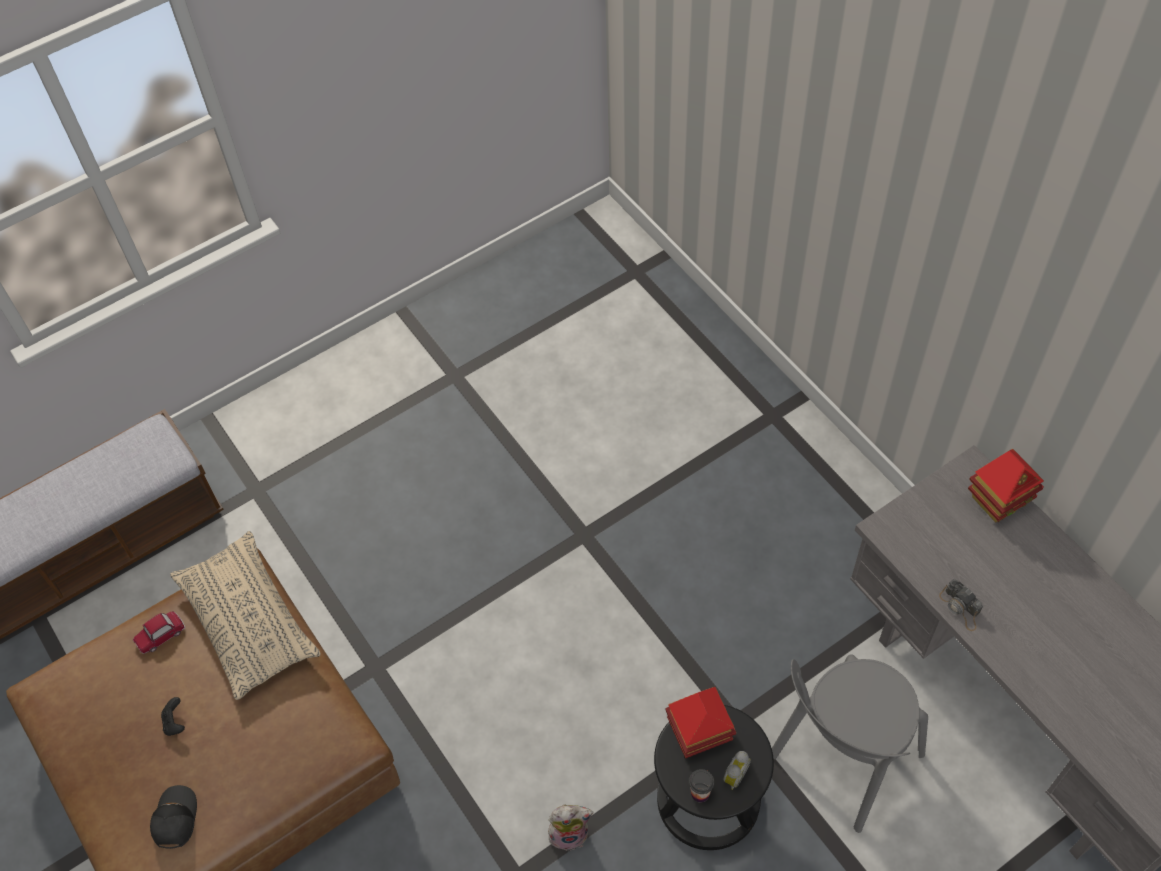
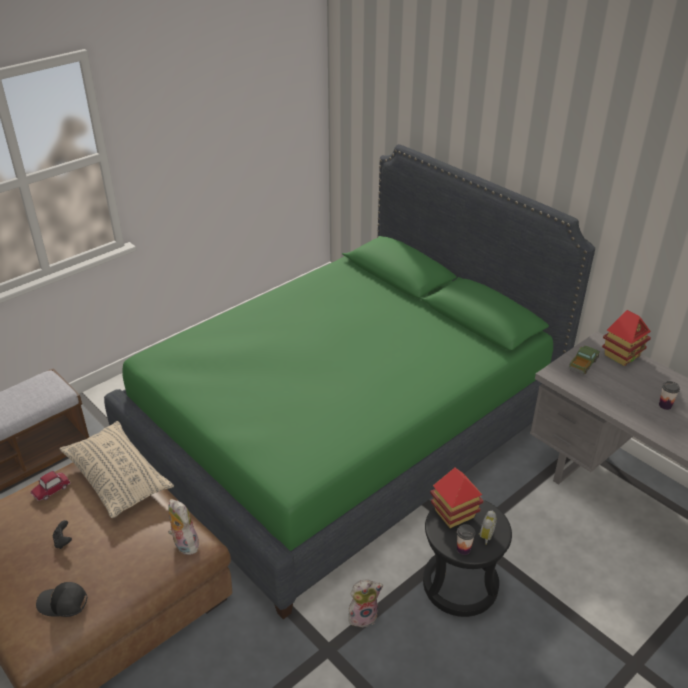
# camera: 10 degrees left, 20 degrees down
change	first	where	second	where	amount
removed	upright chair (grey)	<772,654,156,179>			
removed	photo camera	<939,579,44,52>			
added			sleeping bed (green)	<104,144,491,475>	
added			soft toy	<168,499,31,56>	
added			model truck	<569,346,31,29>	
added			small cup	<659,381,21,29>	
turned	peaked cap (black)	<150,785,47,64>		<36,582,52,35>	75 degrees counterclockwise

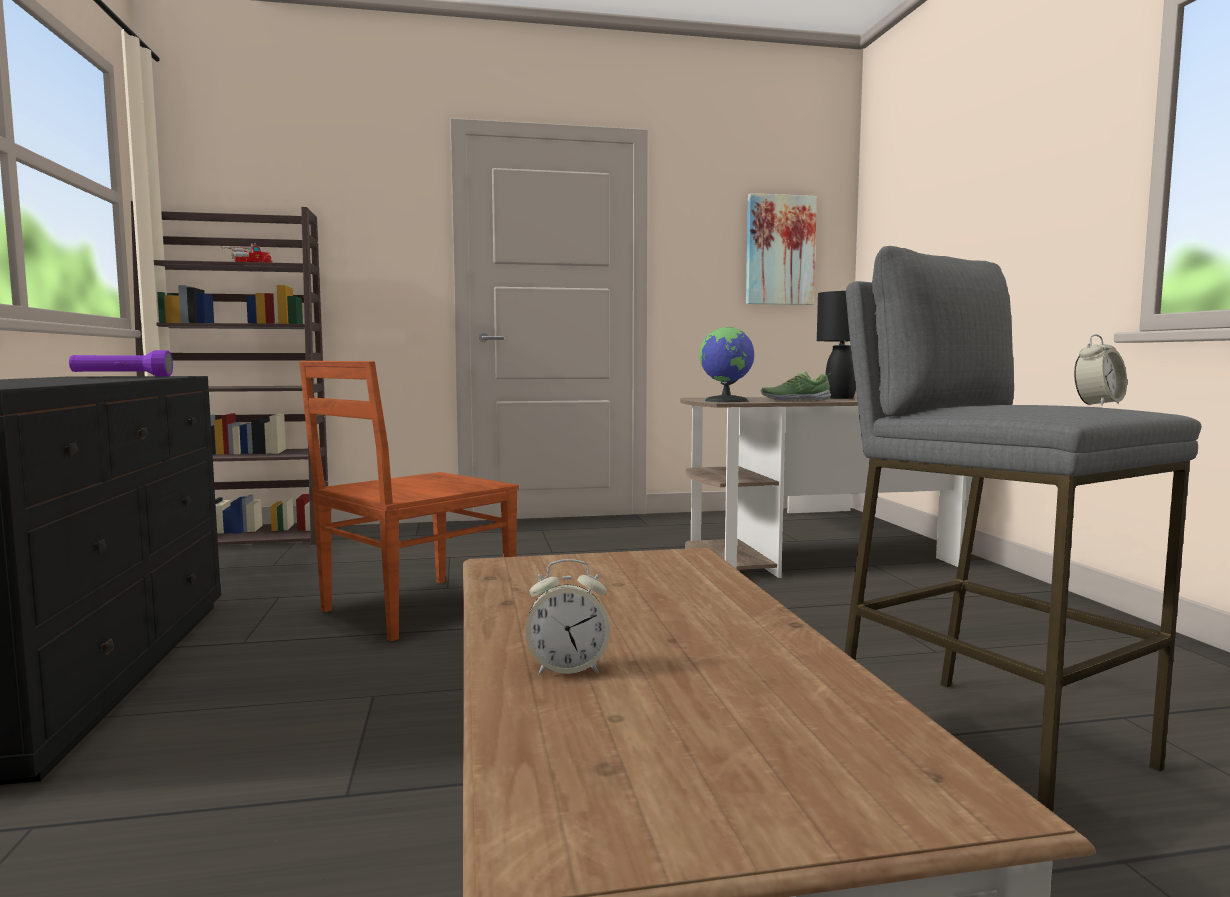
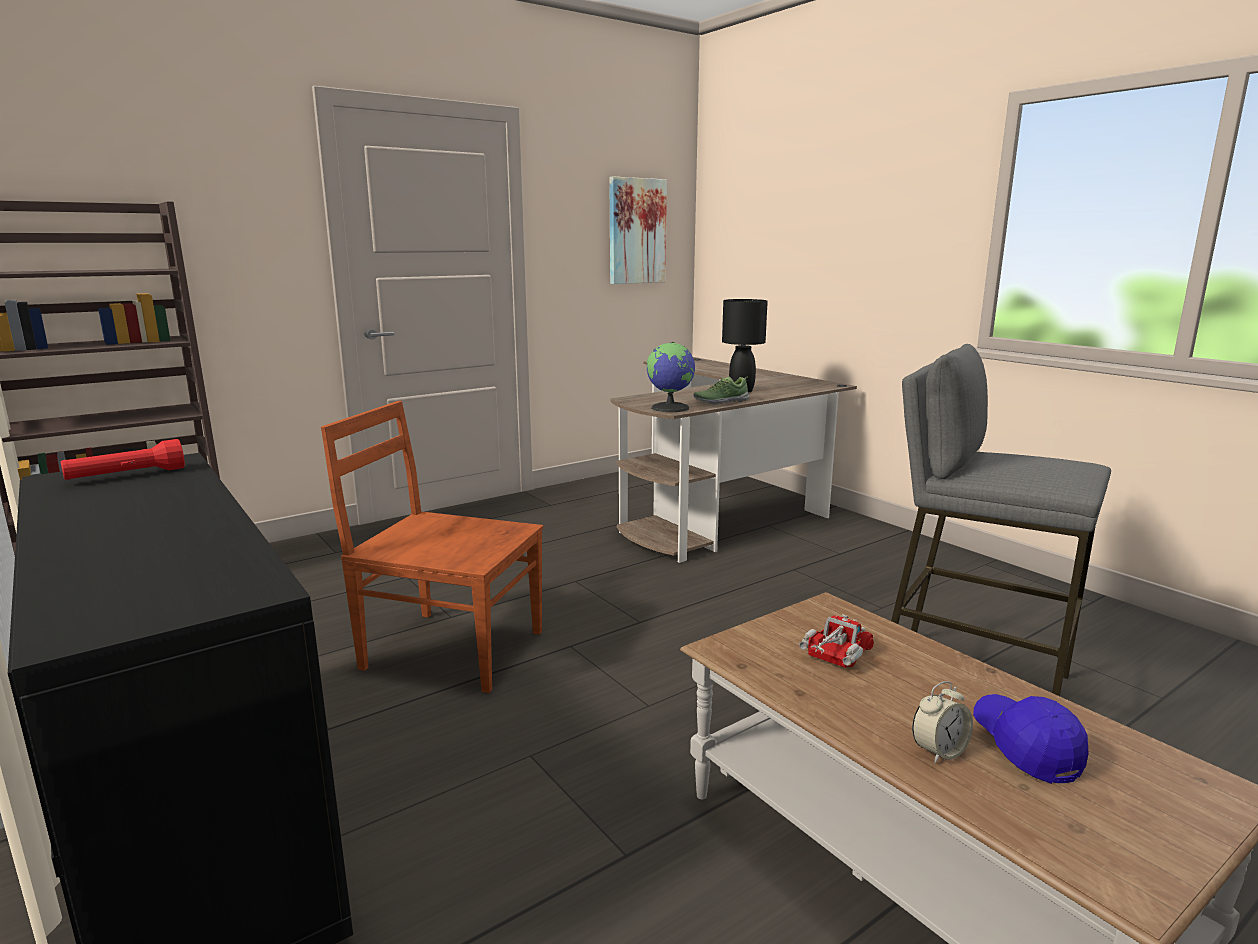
# camera: 25 degrees left, 10 degrees up
change	first	where	second	where	amount
removed	alarm clock	<1074,334,53,72>			
added			peaked cap (bluish)	<973,694,116,90>	
moved	model truck	<220,243,53,20>		<799,614,75,53>	
recoloured	flashlight (purple)	<69,350,104,27>	flashlight (red-coloured)	<60,439,125,41>	
turned	upright chair (brown)	<299,361,220,280>		<321,401,222,292>	90 degrees clockwise

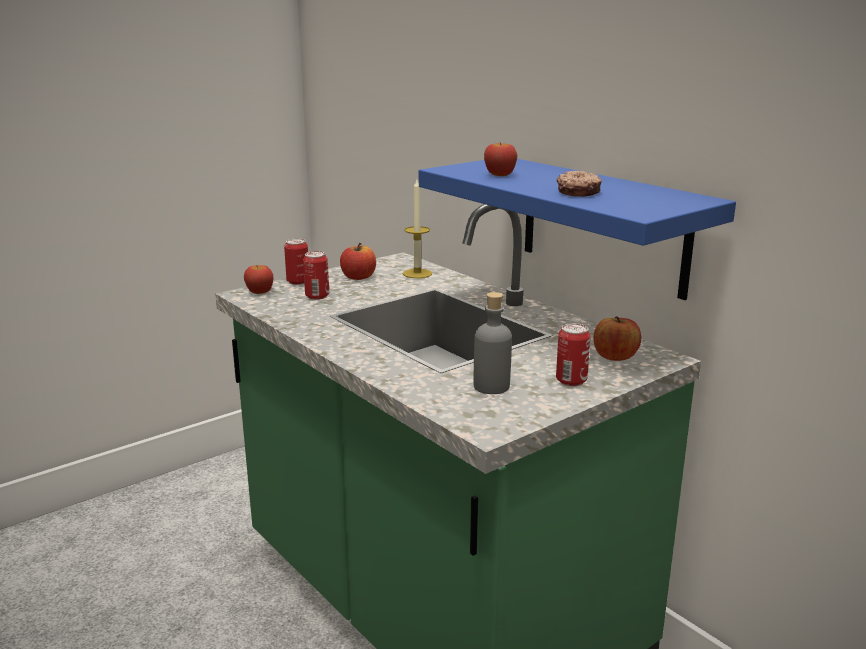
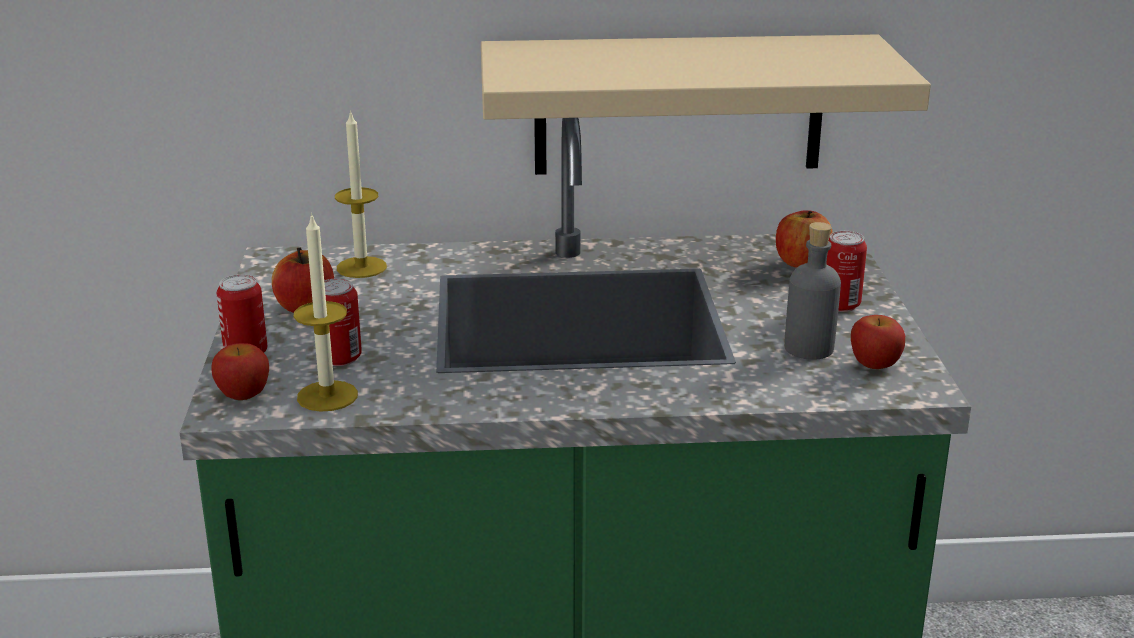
# camera: 55 degrees left, 5 degrees up
change	first	where	second	where	amount
removed	donut	<557,171,45,26>			
added			candle	<294,213,64,199>	
moved	whole apple	<484,143,33,33>		<851,315,54,54>	
recoloured	wall shelf (bluish)	<419,159,317,141>	wall shelf (sand-coloured)	<481,34,450,141>	

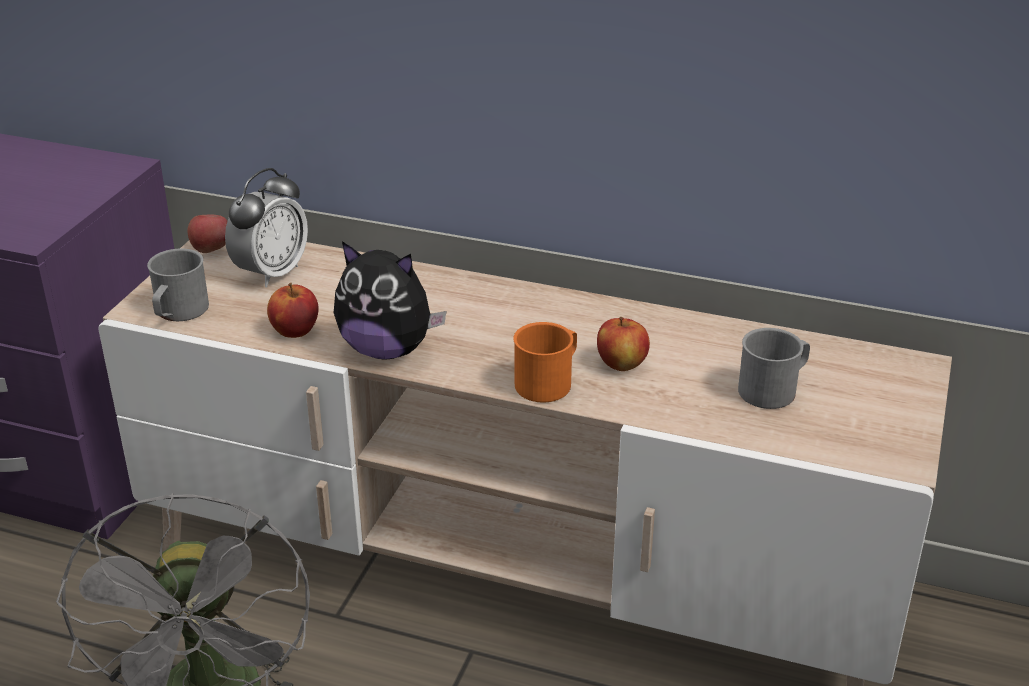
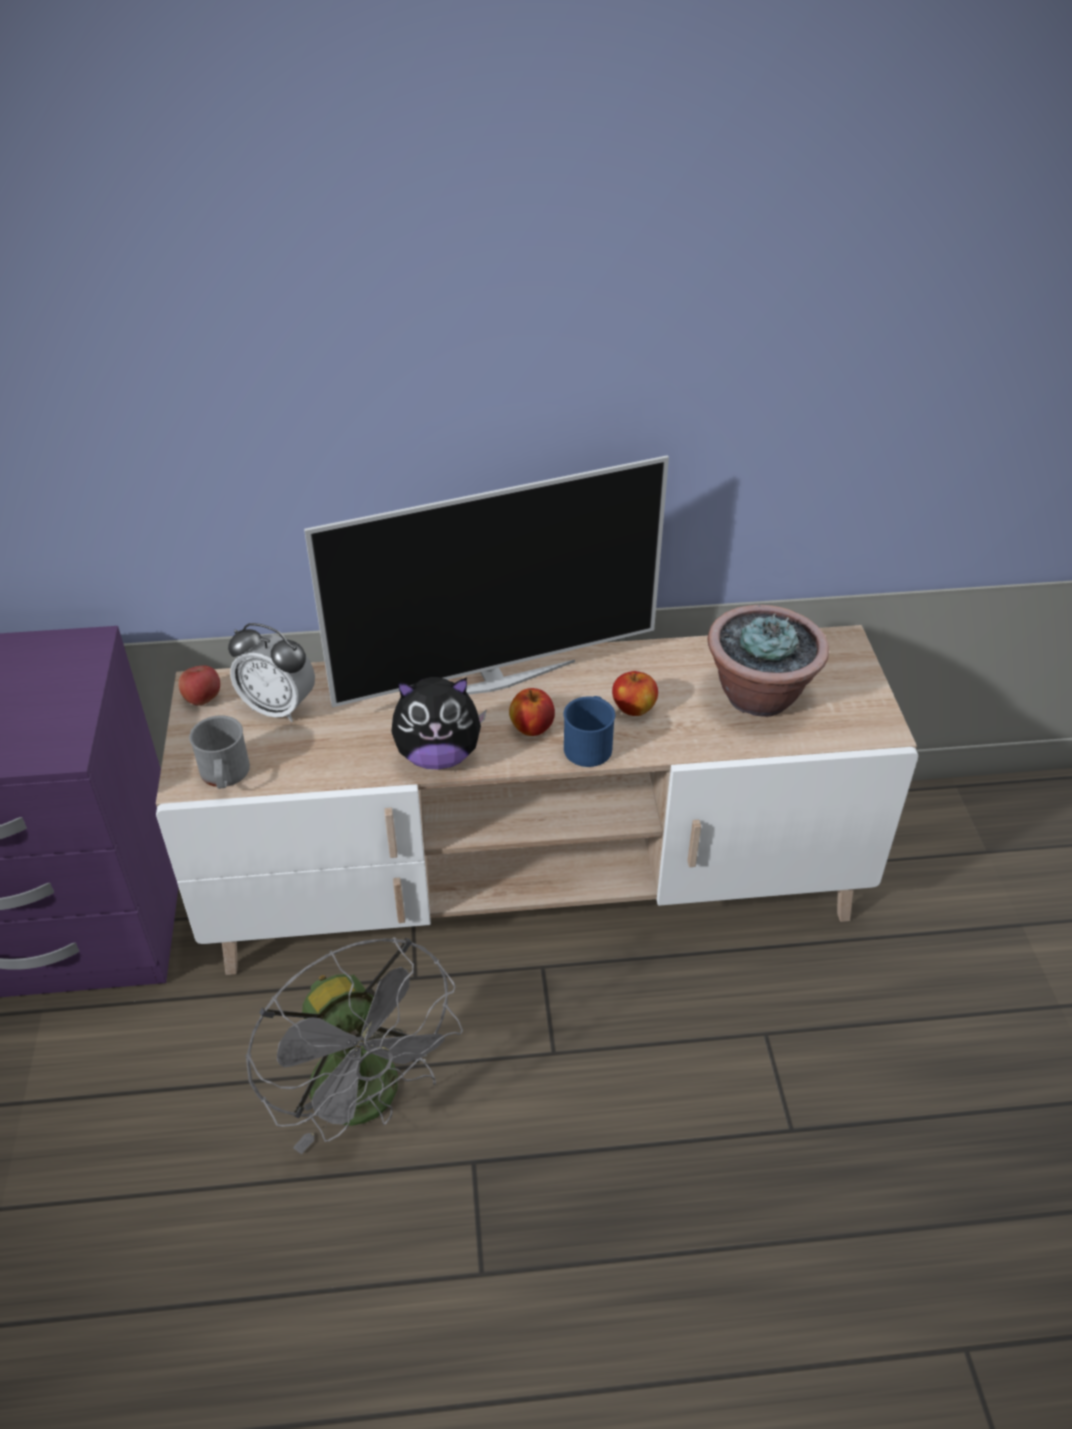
# camera: 25 degrees left, 10 degrees up
change	first	where	second	where	amount
added			television	<304,455,365,252>	
moved	whole apple	<267,283,51,55>		<509,688,46,48>	
replaced	tea mug (grey)	<738,328,72,81>	plant in a pot	<707,605,122,112>	
recoloured	tea mug (orange-coloured)	<513,322,64,80>	tea mug (bluish)	<563,696,52,71>	
turned	alarm clock	<225,168,83,119>		<228,623,87,99>	105 degrees clockwise

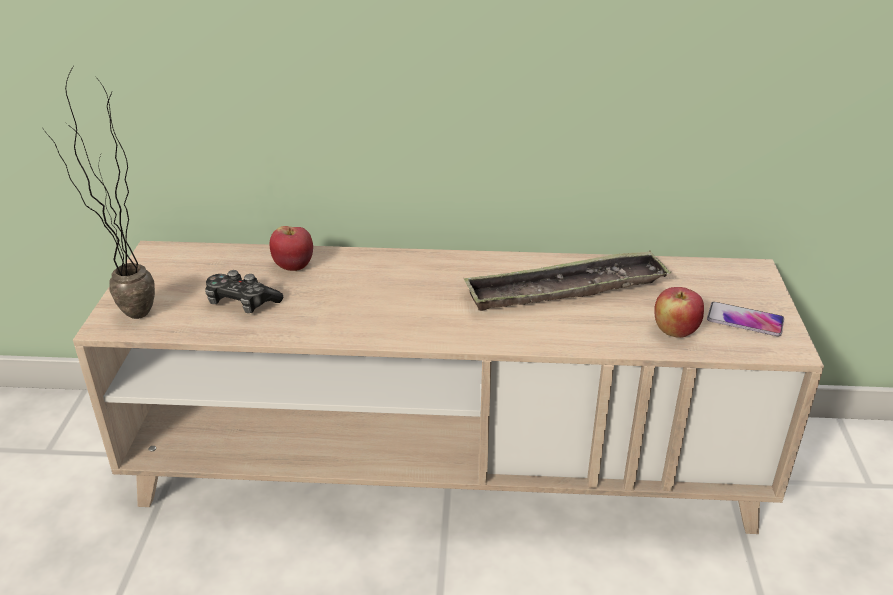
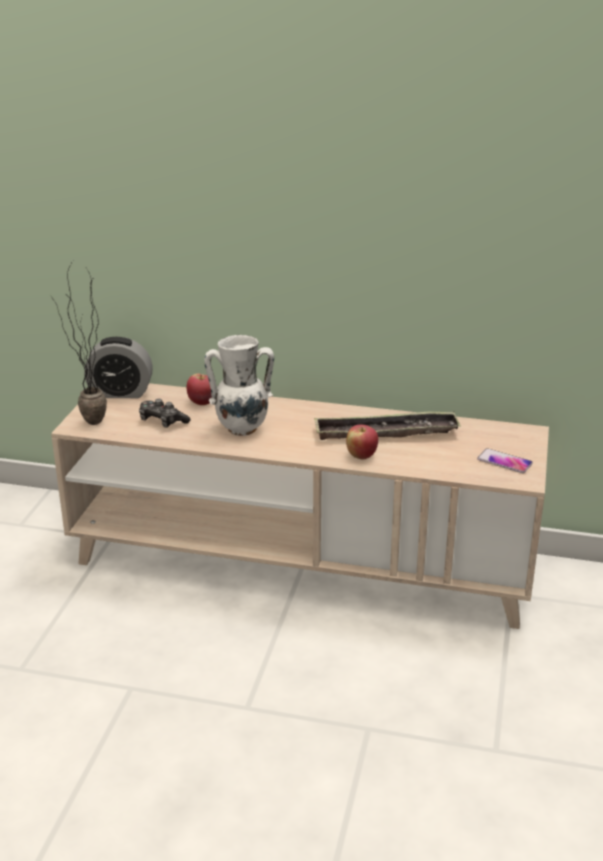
# camera: 10 degrees right, 5 degrees down
change	first	where	second	where	amount
added			alarm clock	<84,337,69,61>	
added			vase (white)	<204,335,70,101>	
moved	whole apple	<654,287,50,51>		<346,425,32,35>	

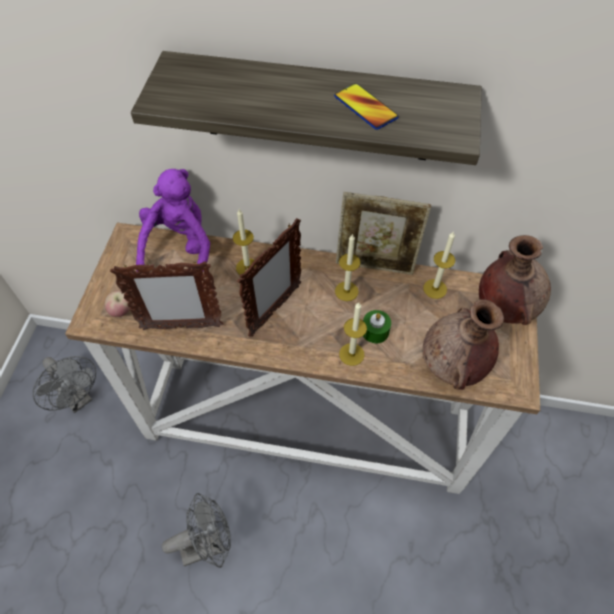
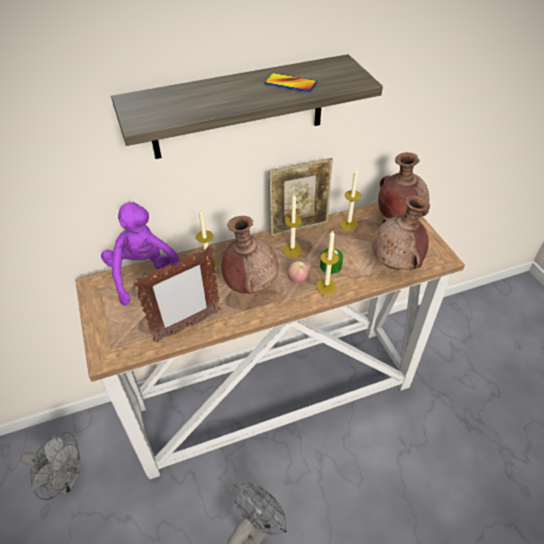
# camera: 30 degrees left, 10 degrees down
change	first	where	second	where	amount
moved	whole apple	<105,291,25,26>		<288,261,21,22>	
replaced	picture frame	<237,218,64,119>	vase (brown)	<221,216,58,78>	

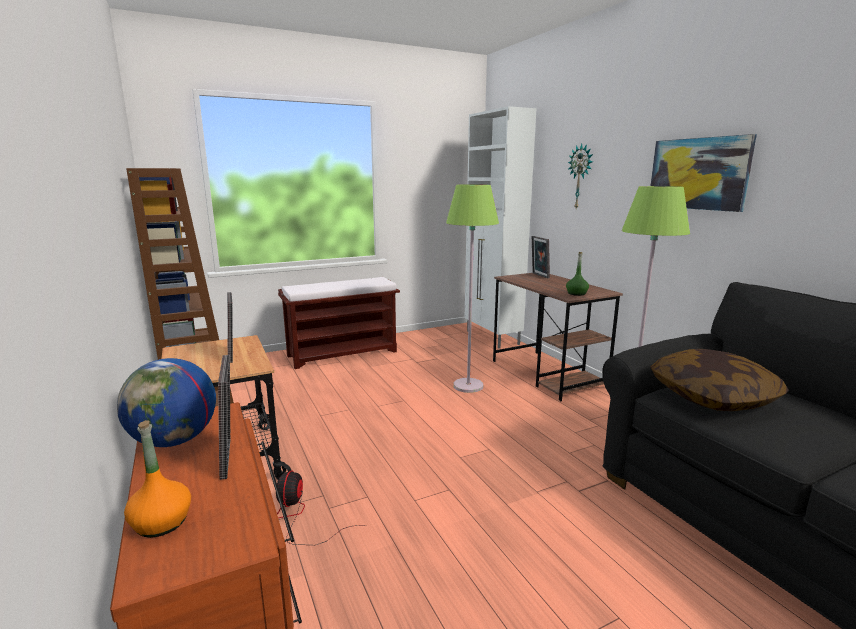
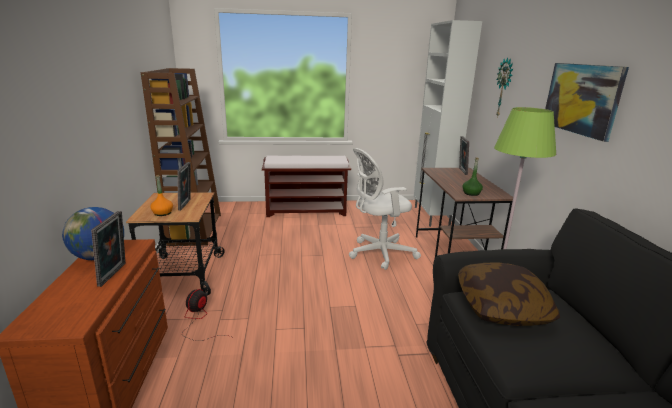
# camera: 20 degrees right, 5 degrees up
change	first	where	second	where	amount
moved	drink bottle (orange-coloured)	<124,420,67,118>		<150,175,23,41>	
replaced	floor lamp (green)	<446,184,53,209>	desk chair (white)	<349,148,72,122>	

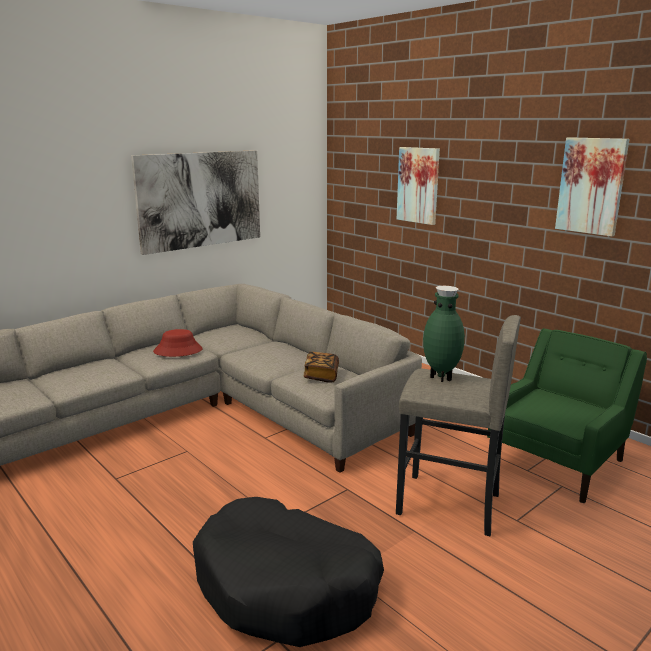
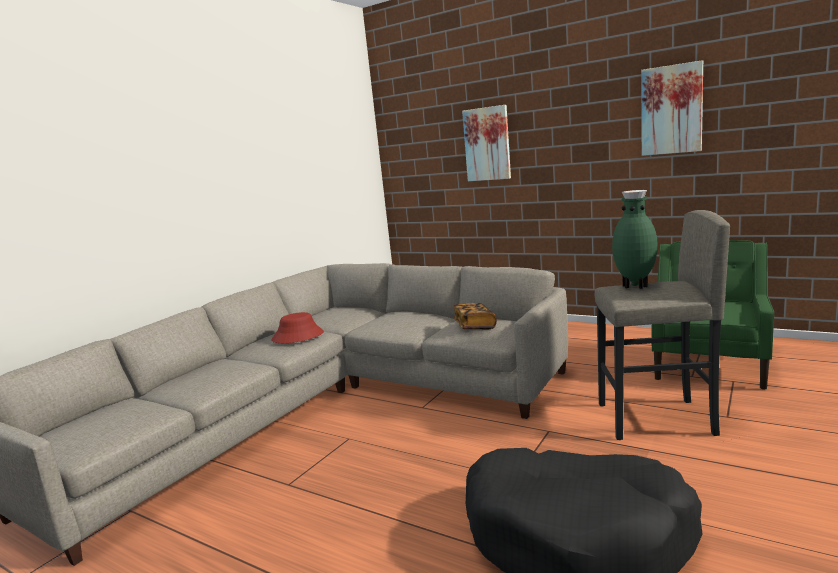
# camera: 15 degrees left, 5 degrees down
change	first	where	second	where	amount
removed	picture	<131,150,129,105>			

